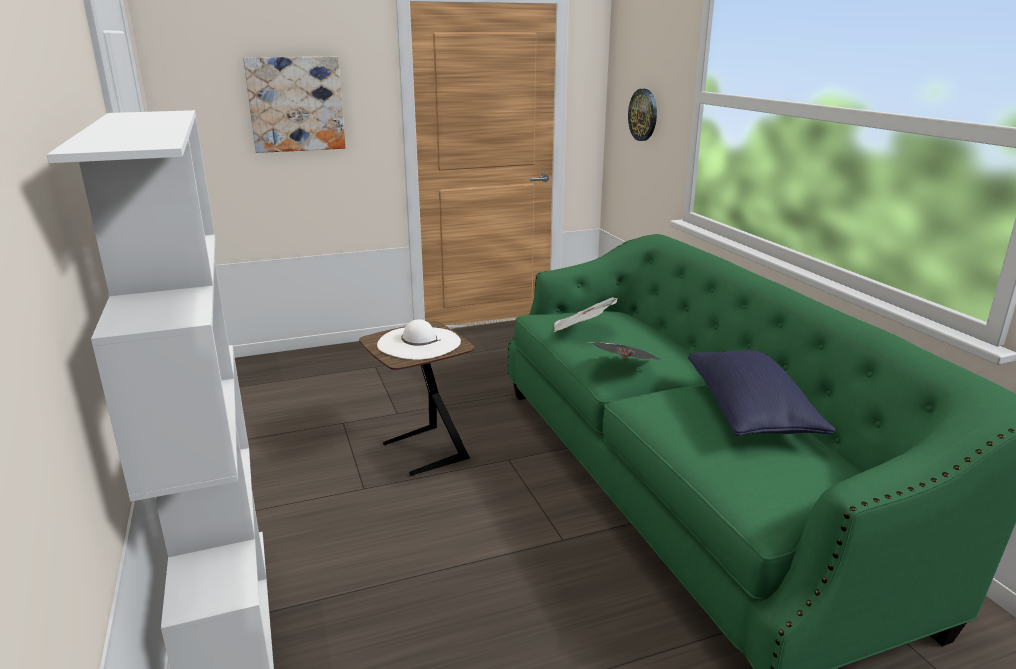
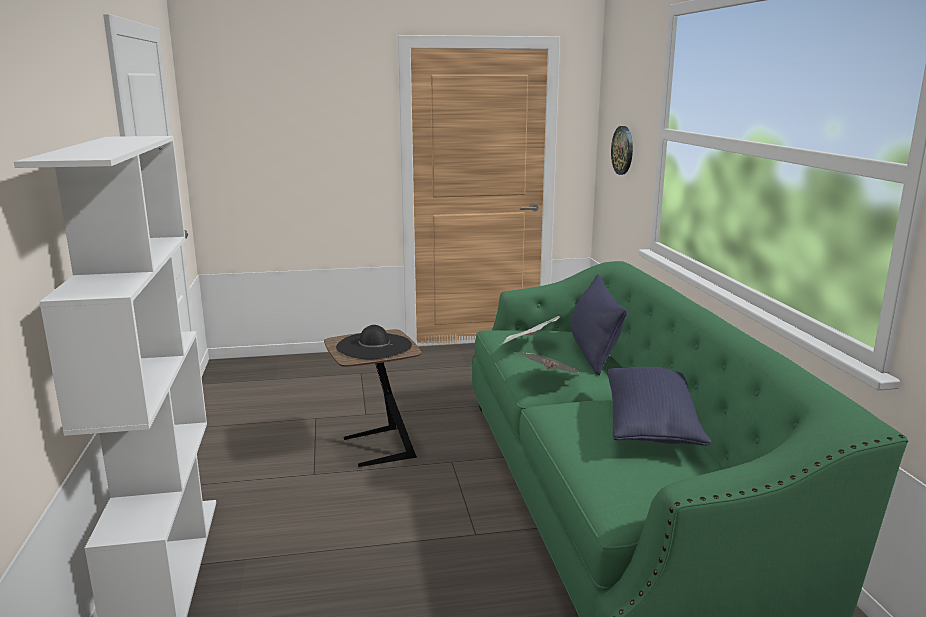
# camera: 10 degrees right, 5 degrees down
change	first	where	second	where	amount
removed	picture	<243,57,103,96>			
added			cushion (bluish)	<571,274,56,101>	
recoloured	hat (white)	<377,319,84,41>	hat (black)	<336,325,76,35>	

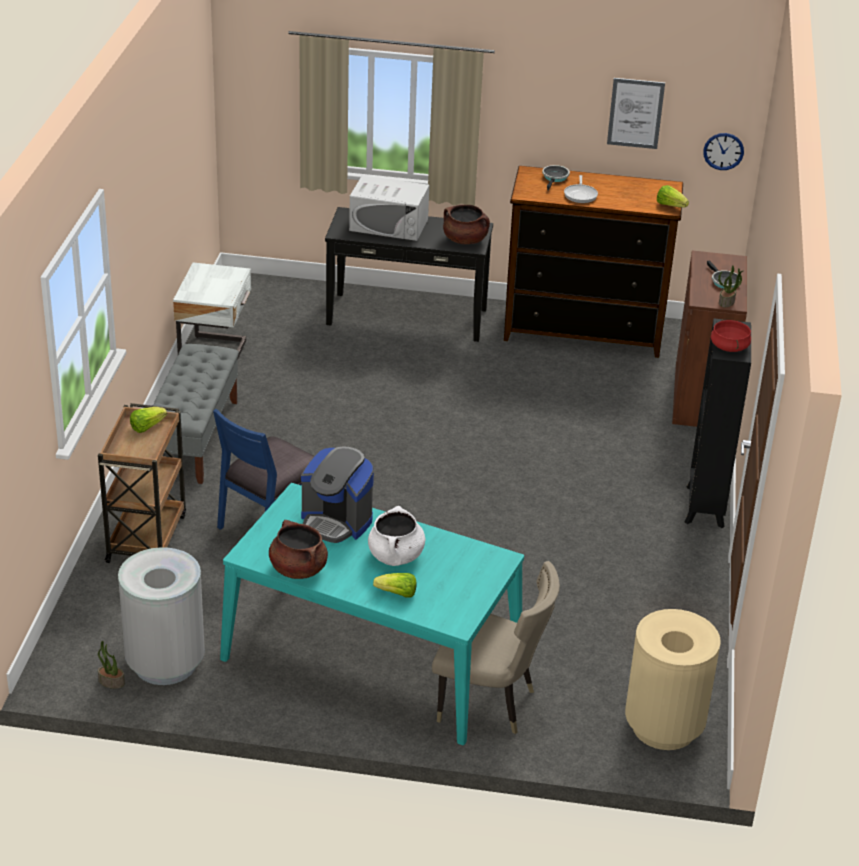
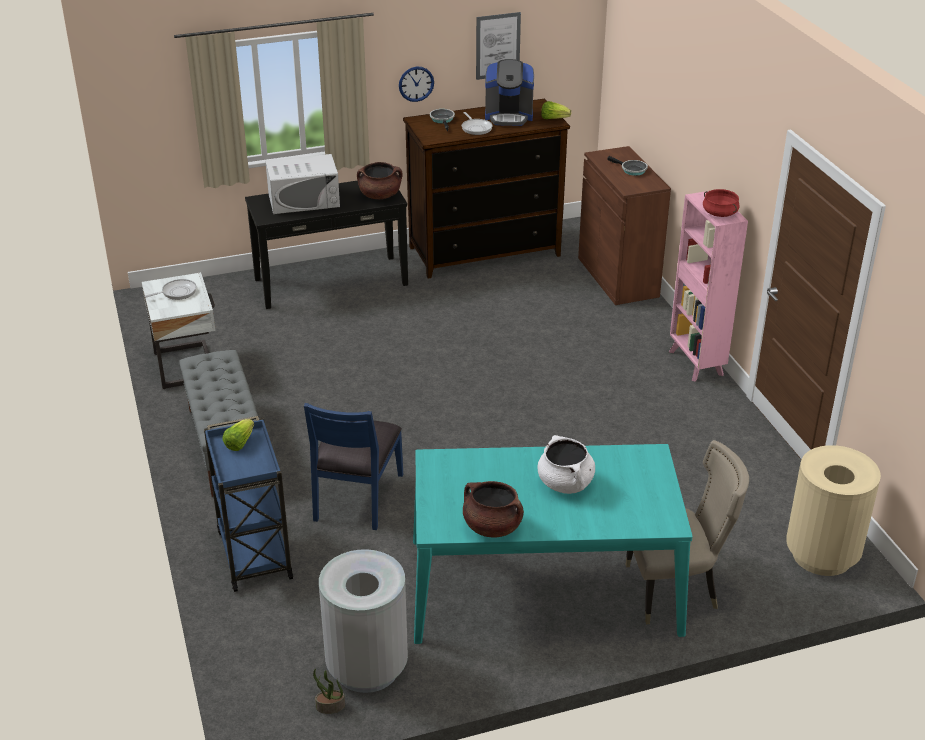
# camera: 25 degrees left, 0 degrees up
change	first	where	second	where	amount
removed	lettuce head	<373,573,44,24>			
removed	plant in a pot	<718,265,25,42>			
added			pan	<145,279,52,21>	
moved	coffee brewer	<301,446,73,97>		<485,59,49,67>	
moved	hanging clock	<703,133,41,37>		<399,67,35,35>	
recoloured	wheeled cart (brown)	<98,403,88,160>	wheeled cart (bluish)	<204,416,89,176>	
recoloured	bookcase (black)	<685,319,66,209>	bookcase (pink)	<669,191,79,191>	

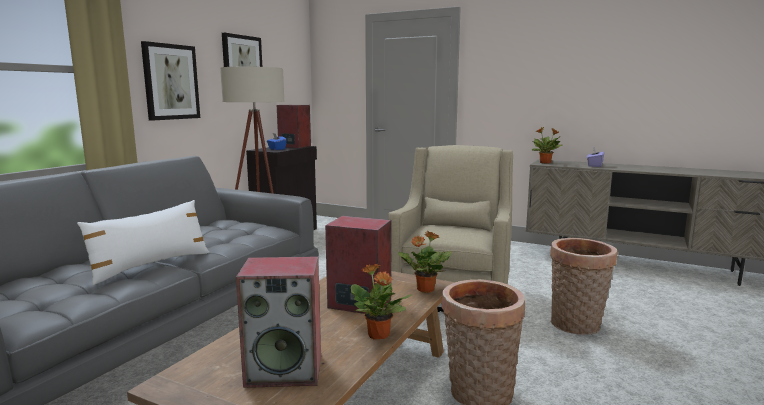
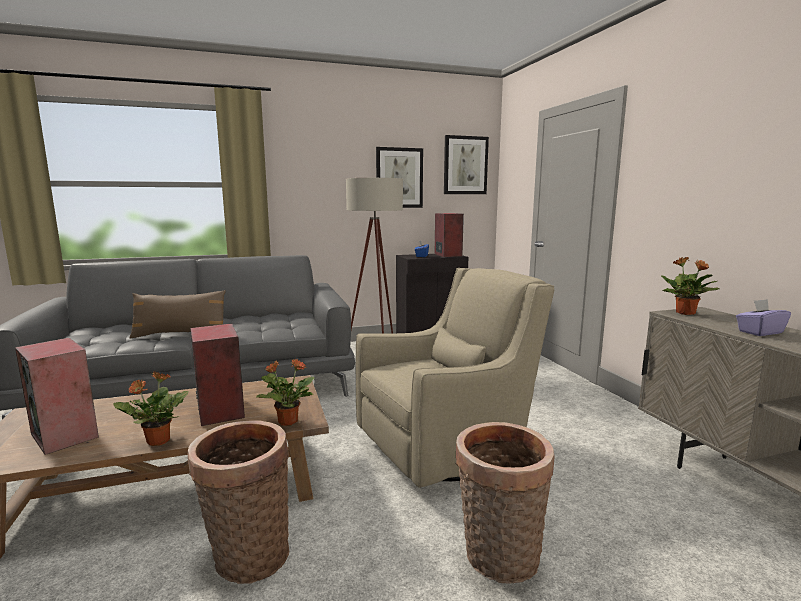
# camera: 45 degrees right, 0 degrees up
change	first	where	second	where	amount
moved	picture	<141,41,59,80>		<444,135,45,59>	
recoloured	cushion (white)	<77,200,133,85>	cushion (brown)	<130,290,96,49>	

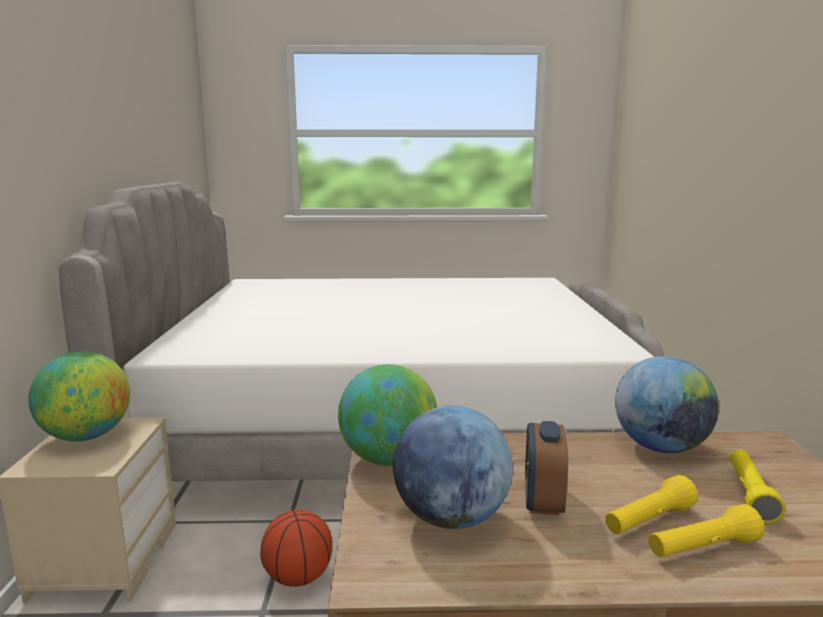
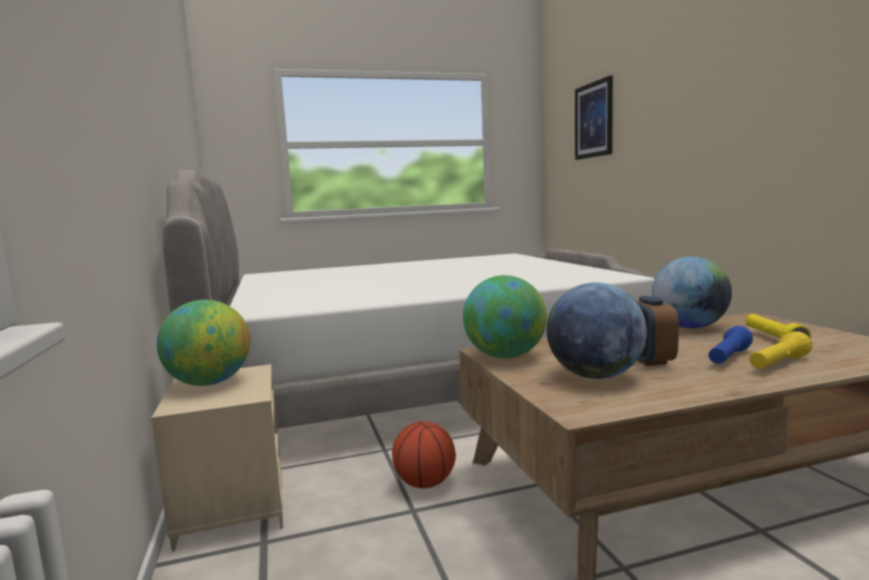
# camera: 15 degrees left, 5 degrees down
change	first	where	second	where	amount
added			picture	<575,75,38,85>	
recoloured	flashlight (yellowish)	<605,475,93,59>	flashlight (bluish)	<708,326,45,38>	

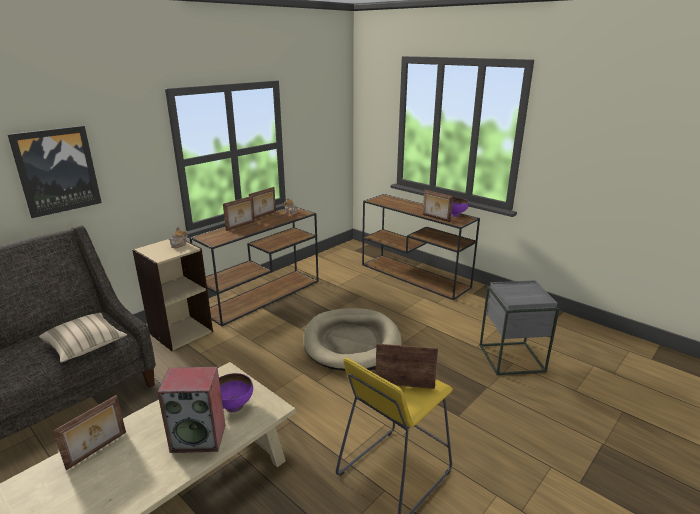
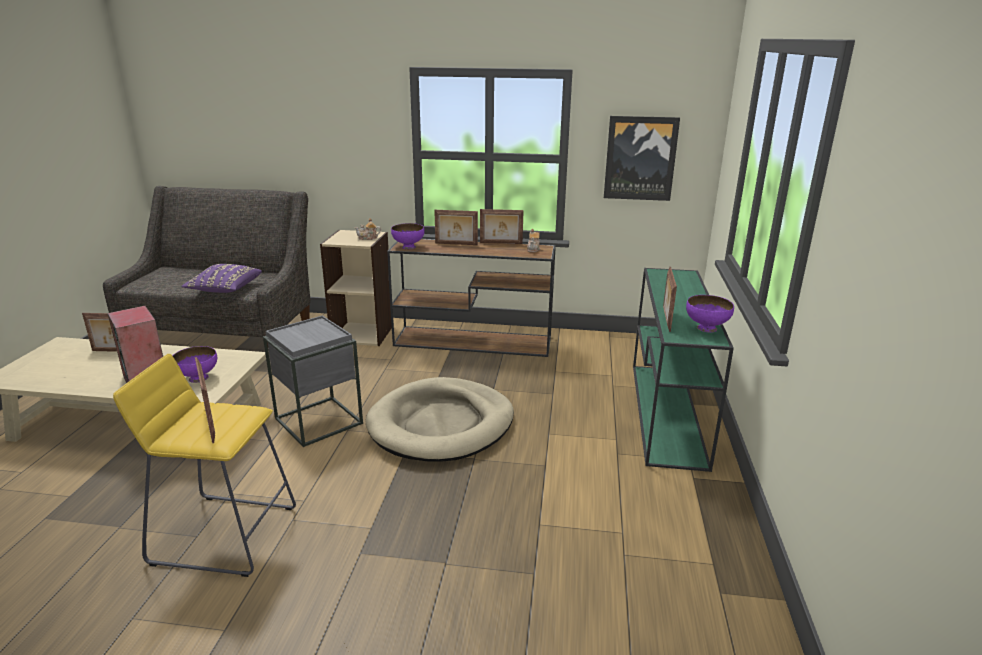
# camera: 55 degrees right, 0 degrees up
change	first	where	second	where	amount
added			bowl (purple)	<391,223,34,26>	
moved	picture	<7,126,95,92>		<604,116,76,85>	
moved	accent table (grey)	<479,280,81,95>		<263,315,100,132>	
recoloured	cushion (sand-coloured)	<39,313,88,50>	cushion (purple)	<181,264,81,29>	
recoloured	narrow table (brown)	<362,194,118,106>	narrow table (green)	<633,268,101,204>	

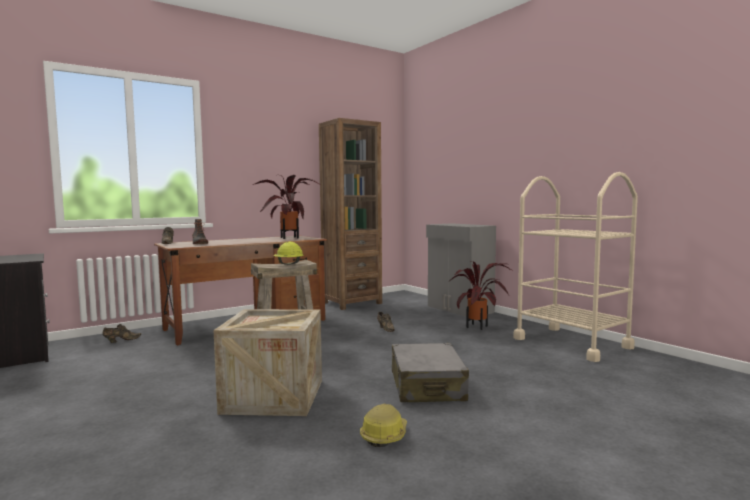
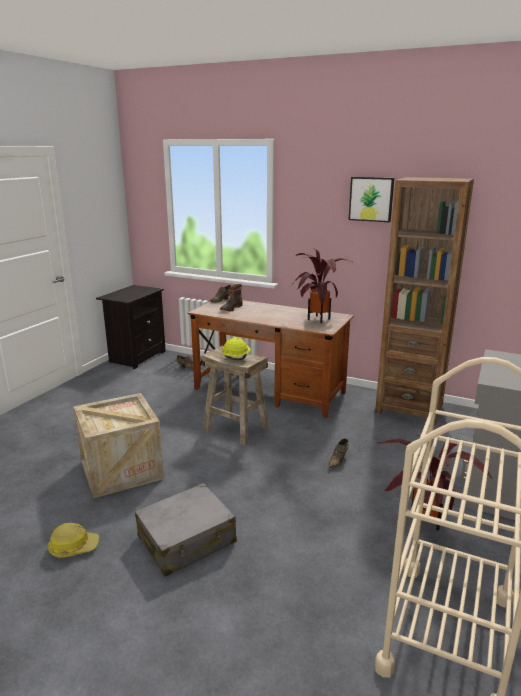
# camera: 60 degrees right, 15 degrees up
change	first	where	second	where	amount
added			picture	<349,177,45,45>	

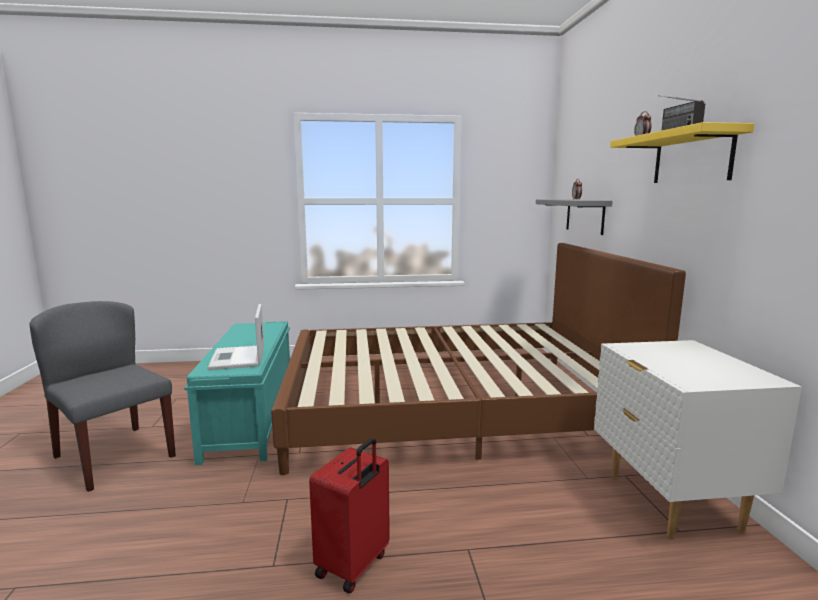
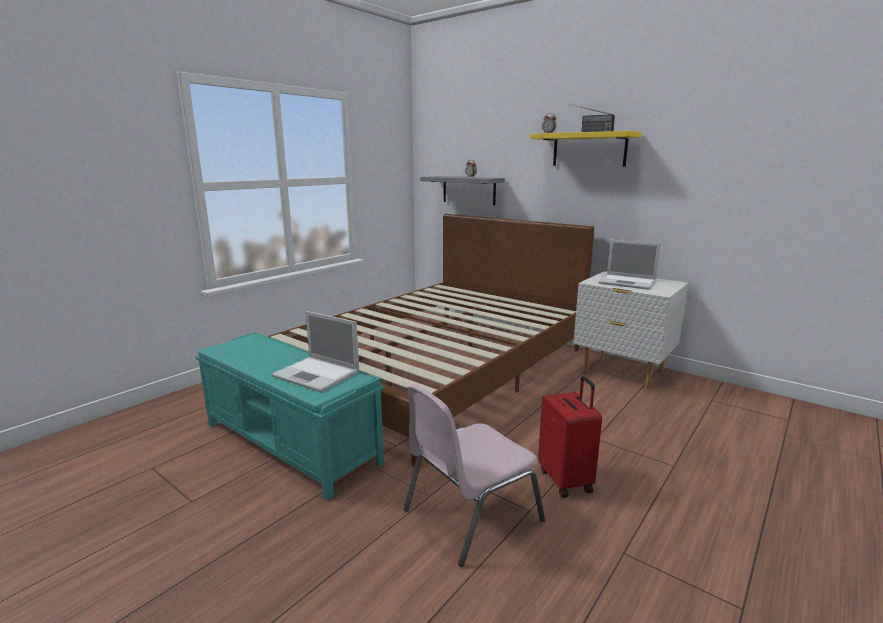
# camera: 45 degrees left, 5 degrees up
change	first	where	second	where	amount
removed	upright chair (grey)	<29,301,147,191>			
added			upright chair (pink)	<404,384,141,183>	
added			notebook computer	<598,240,62,50>	

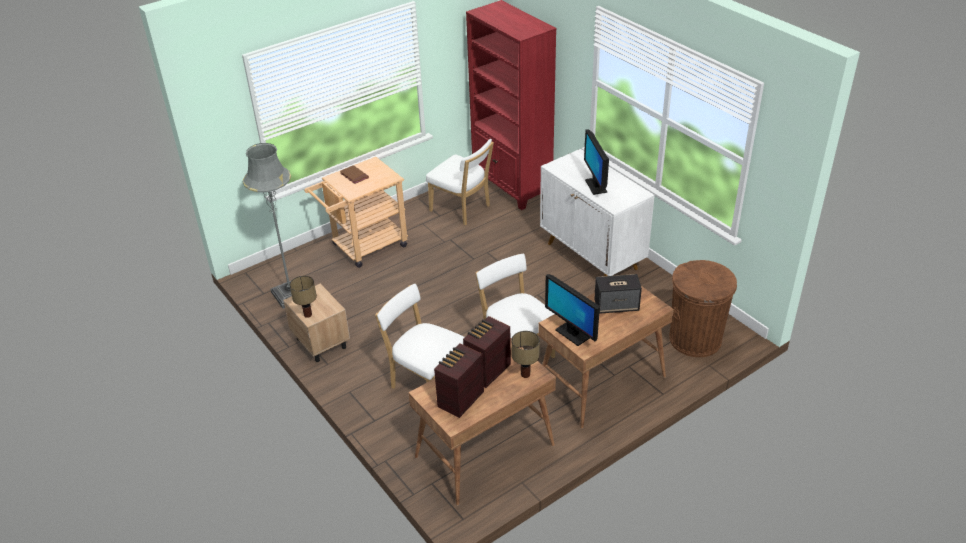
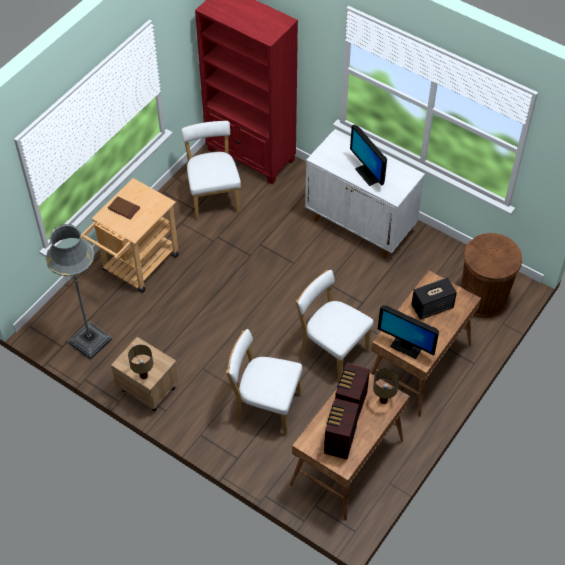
# camera: 20 degrees left, 15 degrees up
change	first	where	second	where	amount
turned	upright chair (white)	<426,139,68,86>		<181,120,60,100>	120 degrees counterclockwise

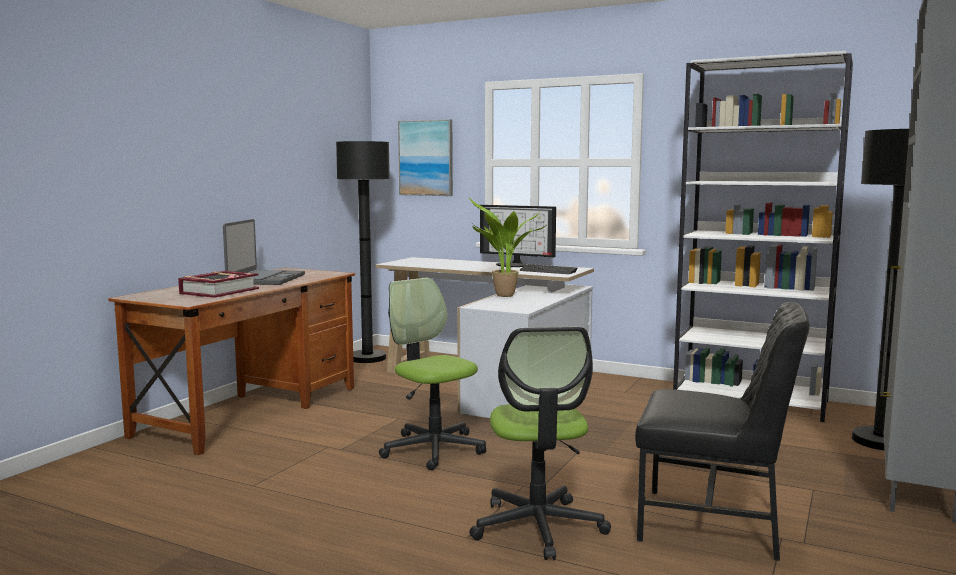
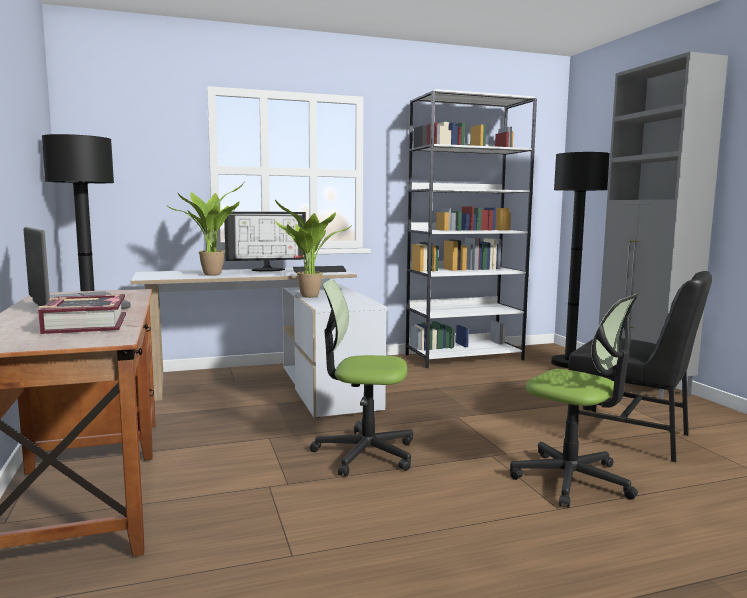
# camera: 45 degrees left, 0 degrees up
change	first	where	second	where	amount
removed	picture	<398,119,55,77>			
added			plant in a pot	<165,181,80,95>	
turned	upright chair (black)	<635,302,175,259>		<568,271,144,191>	60 degrees clockwise

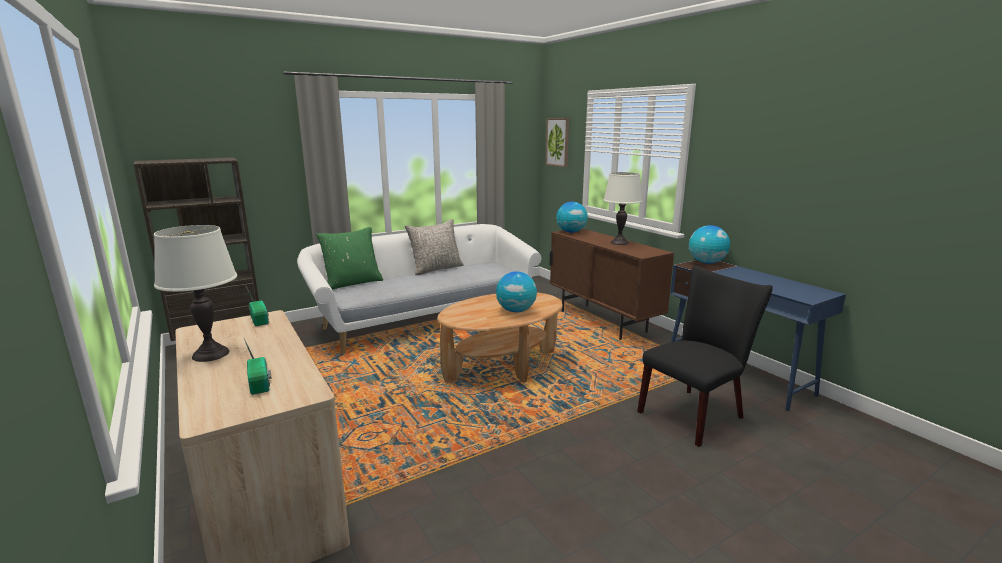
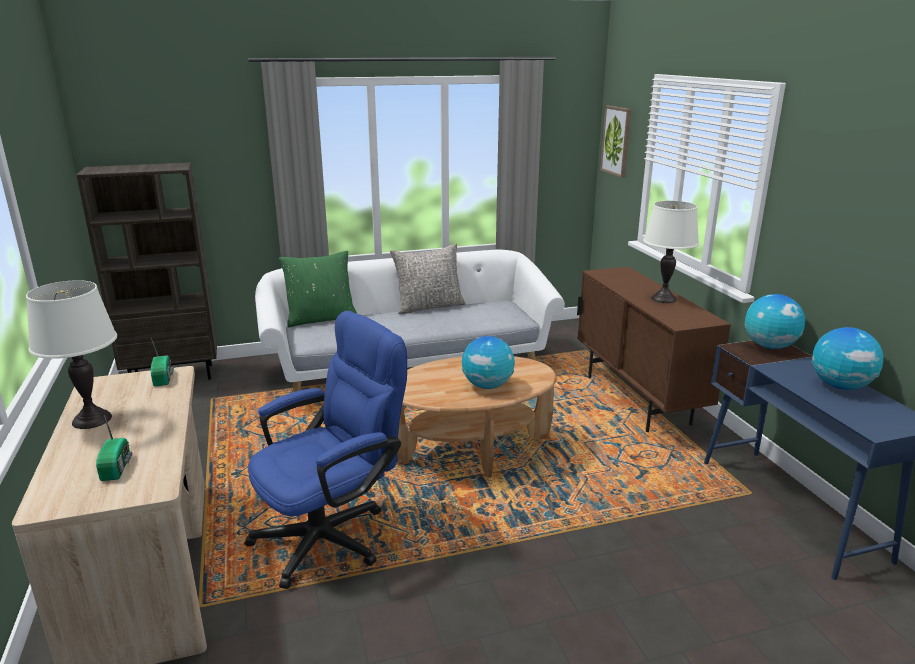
# camera: 15 degrees right, 5 degrees up
change	first	where	second	where	amount
removed	upright chair (black)	<637,266,136,181>			
added			desk chair (bluish)	<245,311,162,278>	
moved	globe	<556,202,32,31>		<811,327,72,63>	

